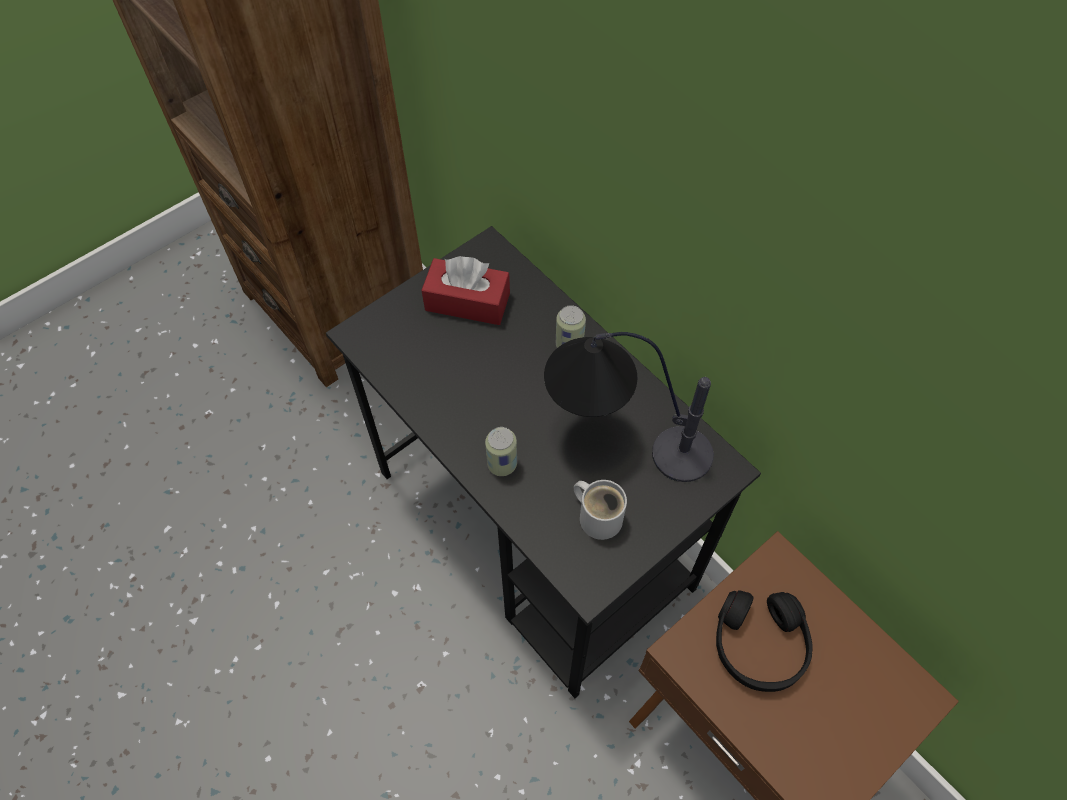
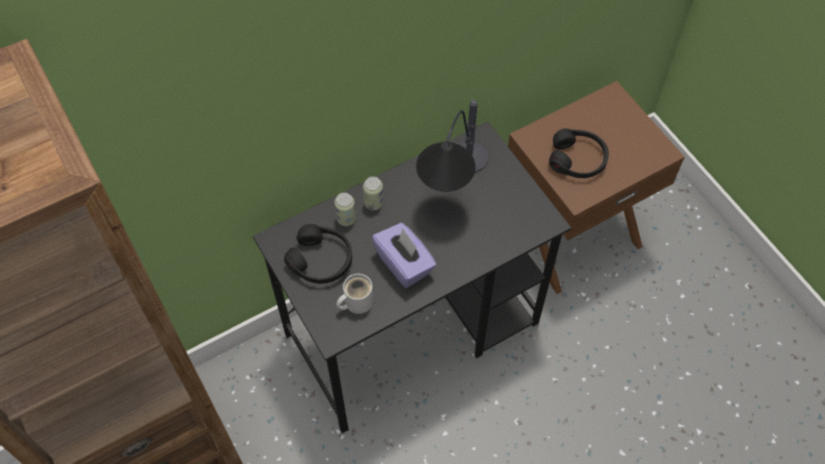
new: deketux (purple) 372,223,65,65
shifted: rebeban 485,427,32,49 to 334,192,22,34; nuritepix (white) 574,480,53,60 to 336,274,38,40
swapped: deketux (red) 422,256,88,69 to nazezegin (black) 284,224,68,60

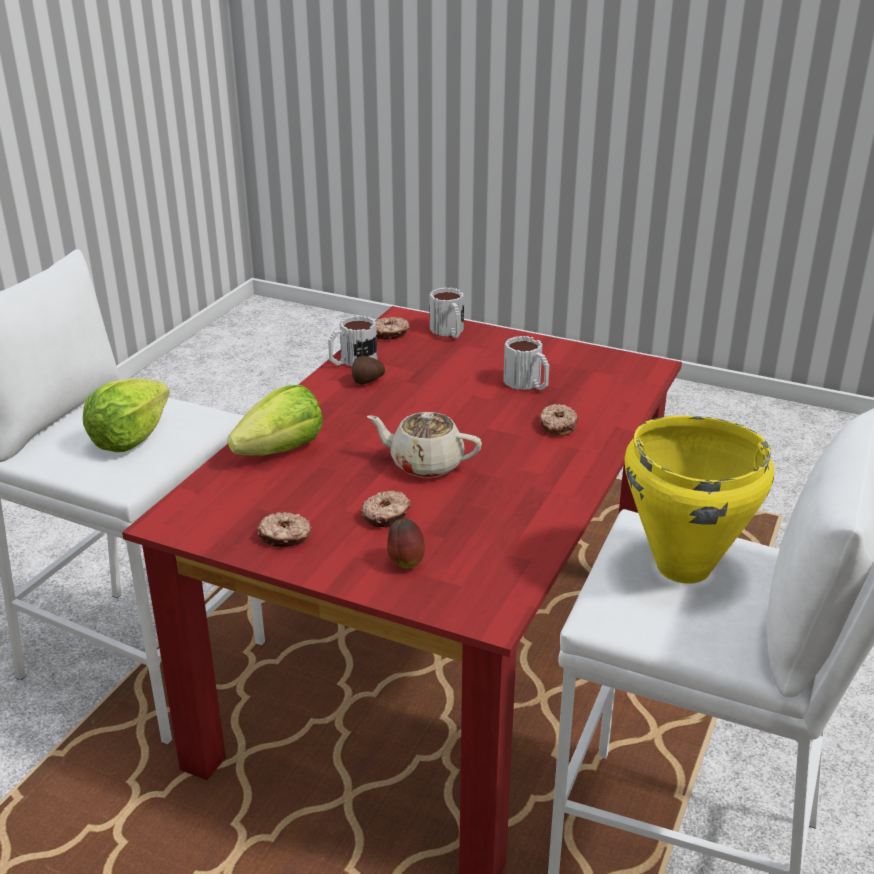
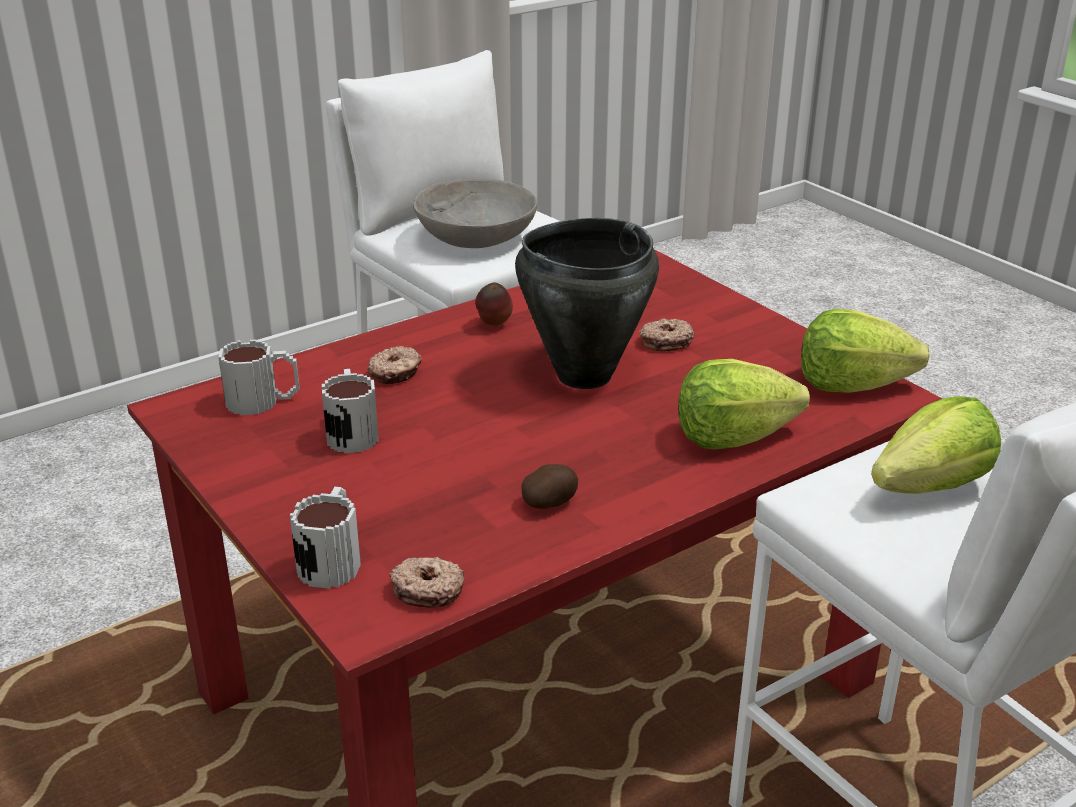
gone: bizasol 257,512,55,35
new: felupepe 801,309,129,84
shifted: nuritepix 328,315,49,51 to 218,340,82,75; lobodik 387,518,38,51 to 475,283,38,43
swapped: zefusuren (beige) 367,412,115,66 to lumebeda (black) 515,218,144,171; lumebeda (yellow) 625,416,149,168 to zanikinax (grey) 413,178,124,70

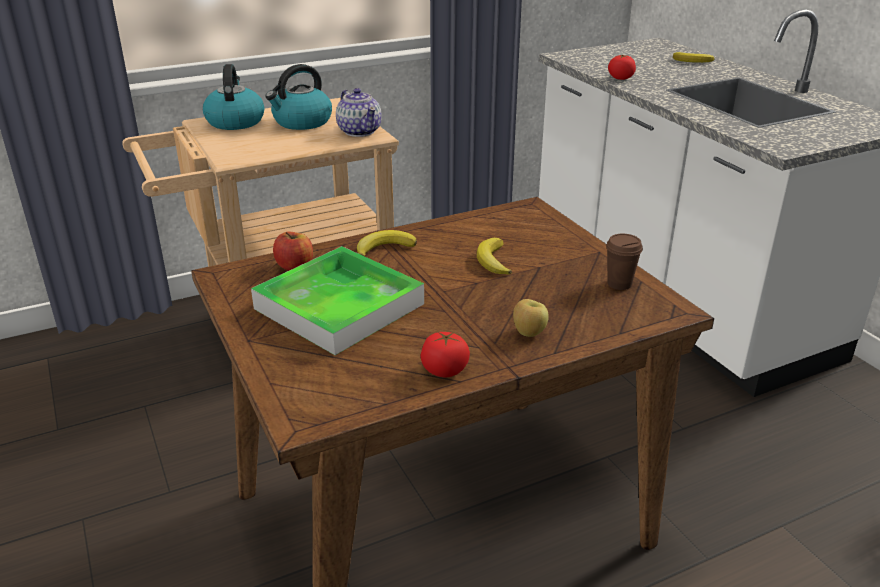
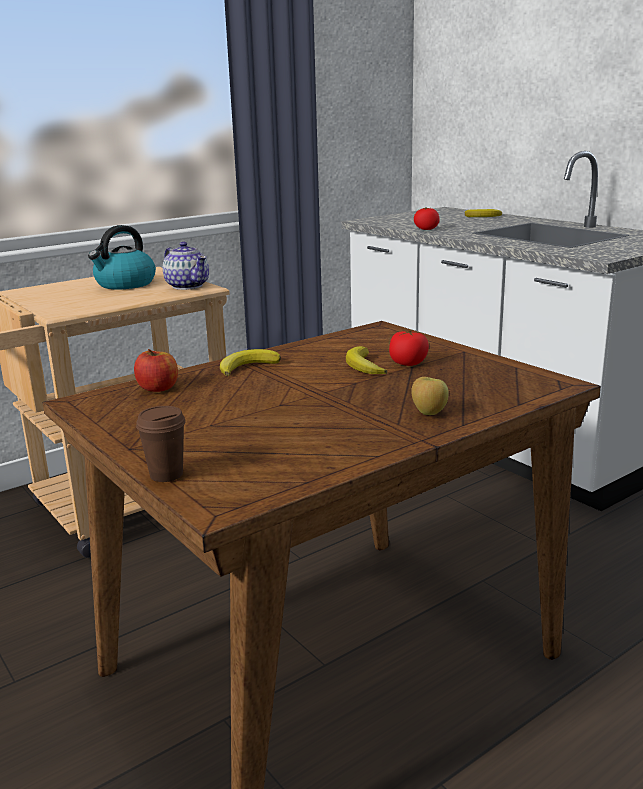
gone: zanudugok 203,64,61,66; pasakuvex 251,246,173,109
shifted: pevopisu 421,332,49,45 to 389,330,40,36; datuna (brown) 606,234,37,56 to 136,406,50,76

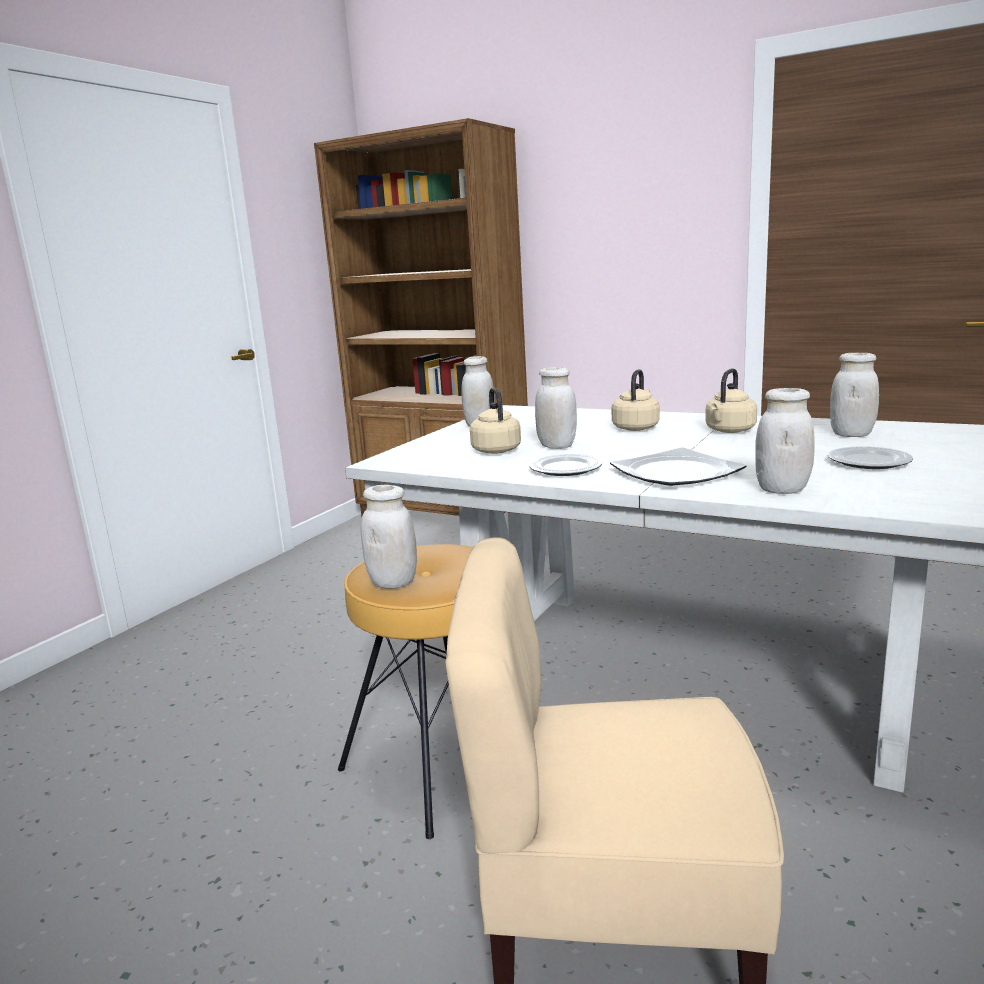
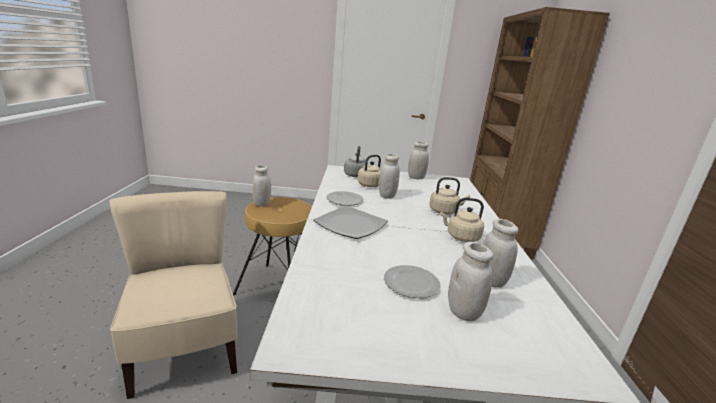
new: zanudugok (grey) 344,146,24,31
shifted: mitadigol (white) 755,388,60,106 to 448,242,46,79

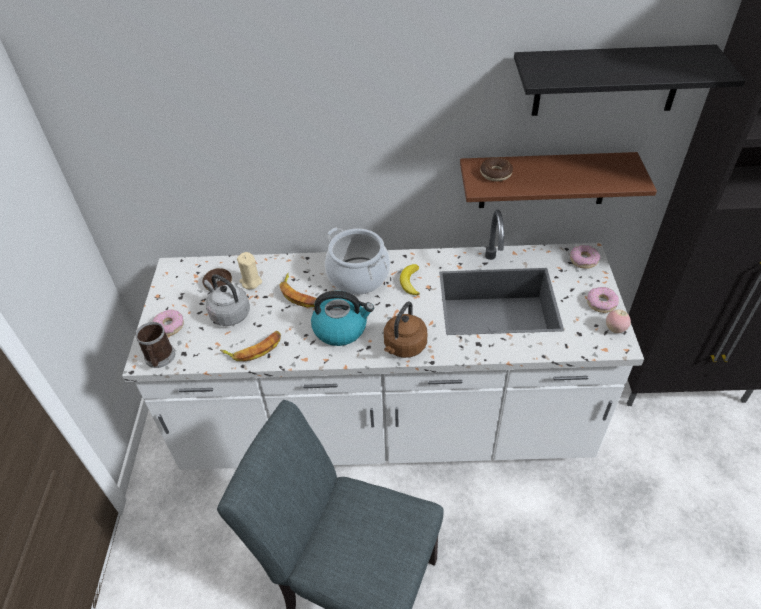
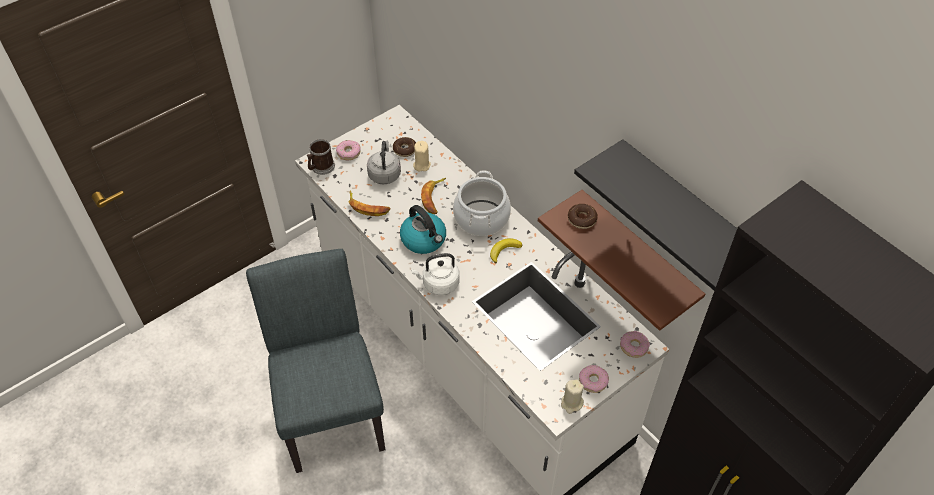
swapped: lobodik 606,309,25,24 to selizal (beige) 561,379,23,35
repainted: zanudugok (brown) 384,301,43,57 to zanudugok (white) 411,253,49,42

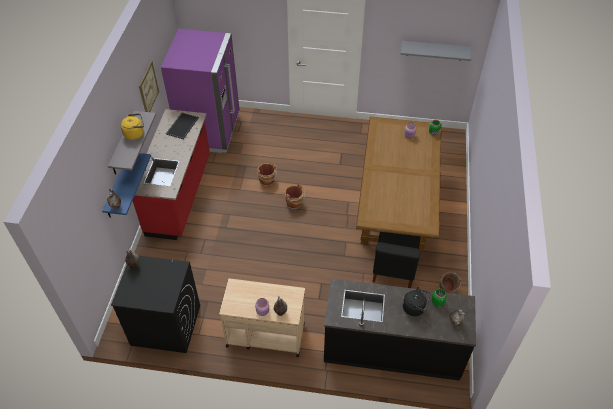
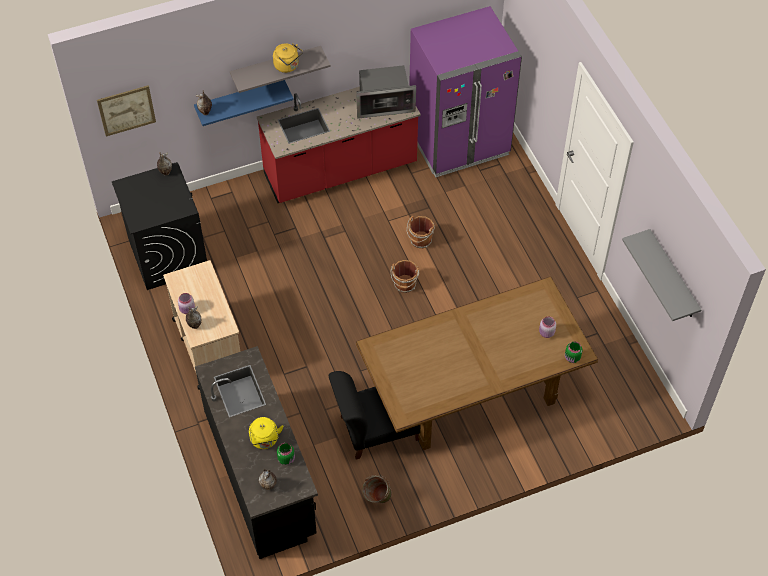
shifted: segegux 139,61,20,51 to 97,85,59,51
swapped: pasakuvex 166,113,33,26 to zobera 356,65,60,54
repainted: zanudugok (black) 403,287,27,29 to zanudugok (yellow) 249,417,34,32

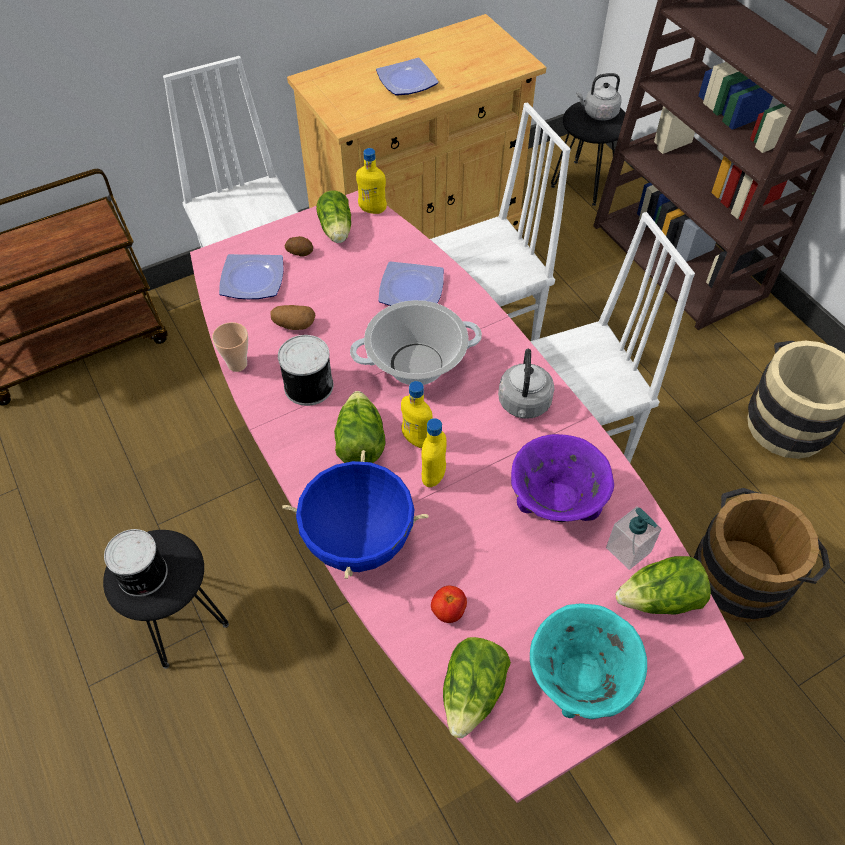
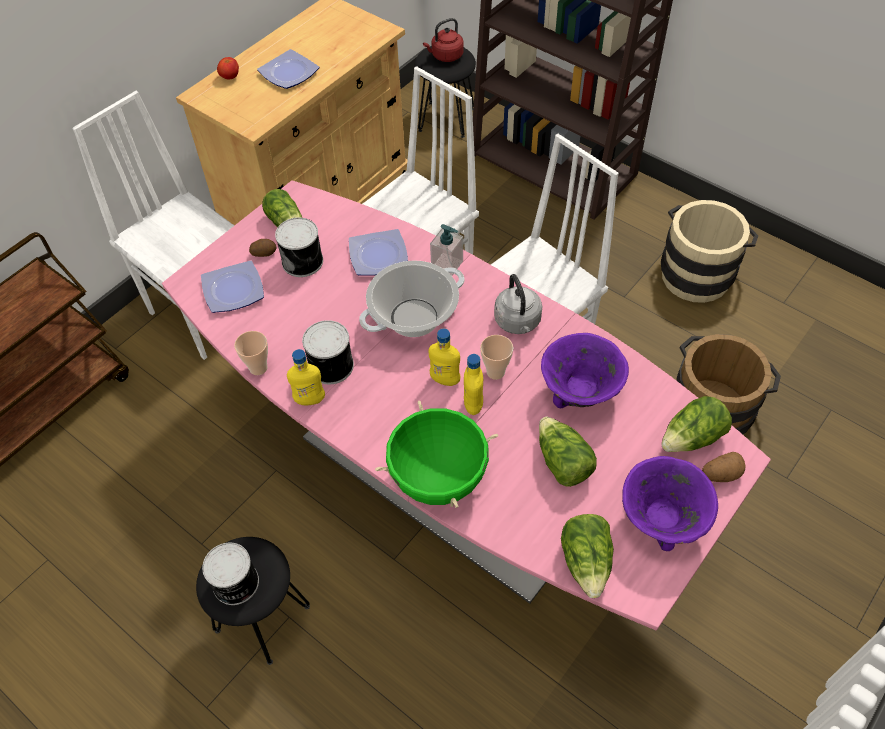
new: rebeban 275,217,48,60; datuna 480,335,33,45
shifted: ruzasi 270,305,45,25 to 702,452,44,30; felupepe 334,391,52,72 to 539,417,58,70; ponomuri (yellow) 356,148,31,66 to 287,349,38,56; pevopisu 431,586,36,37 to 217,57,22,22; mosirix 606,506,56,64 to 430,224,33,52
repainted: lumebeda (blue) 282,450,147,129 to lumebeda (green) 375,401,123,107; zanikinax (turquoise) 530,604,117,115 to zanikinax (purple) 622,456,96,95; zanudugok (grey) 576,73,46,47 to zanudugok (red) 423,18,41,44

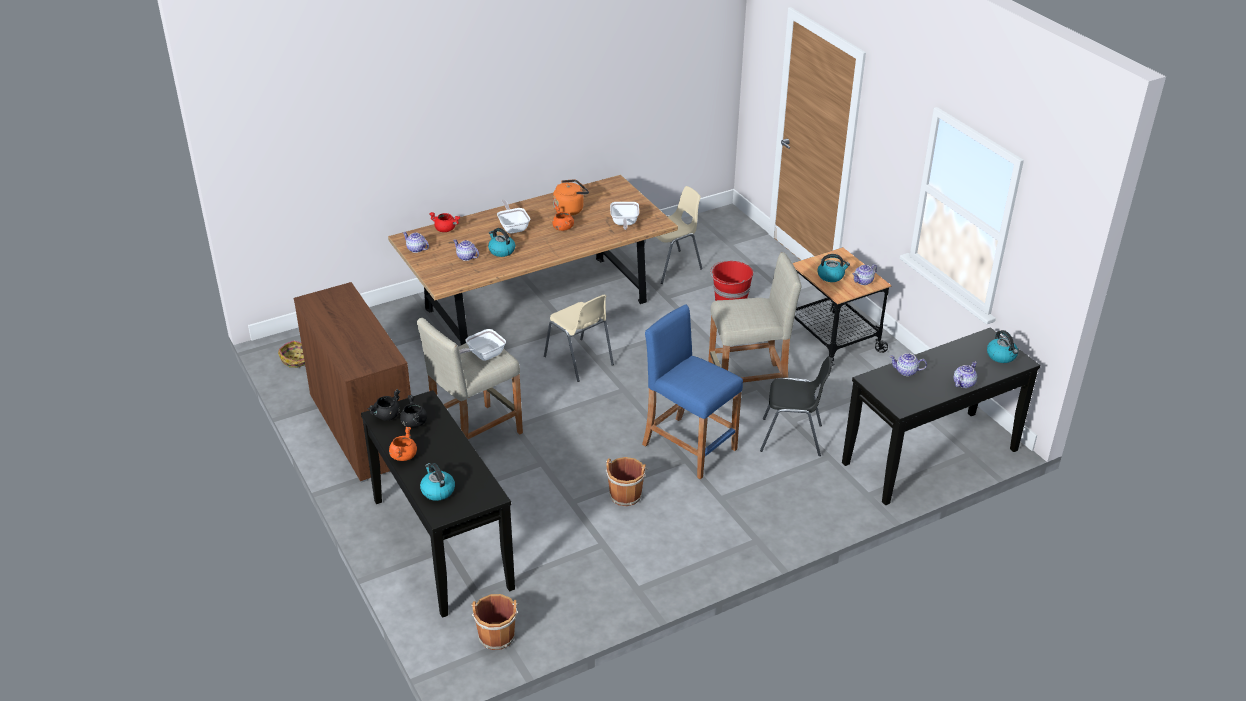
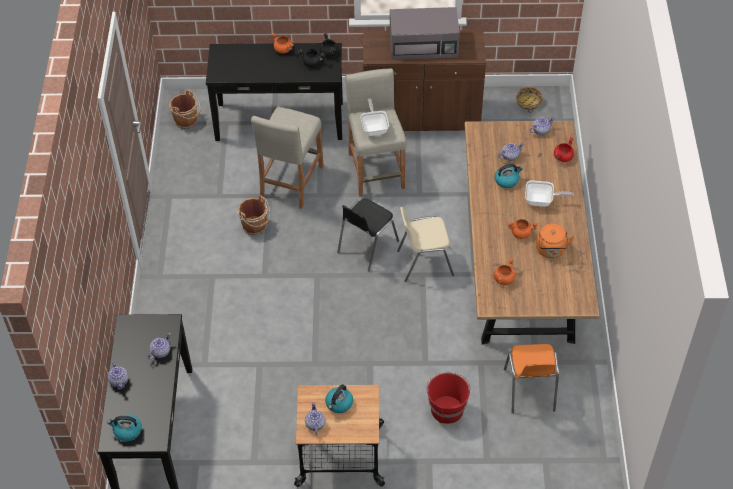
gone: zanudugok 420,463,35,38; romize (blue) 642,304,101,175
new: zobera (grey) 390,7,70,53
shifted: romize (beige) 708,252,93,130 to 251,107,73,102; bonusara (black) 760,357,71,99 to 337,198,62,73
swapped: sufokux 610,202,29,28 to lumebeda (orange) 494,258,21,27
repainted: bonusara (beige) 644,186,59,98 to bonusara (orange) 504,344,55,70

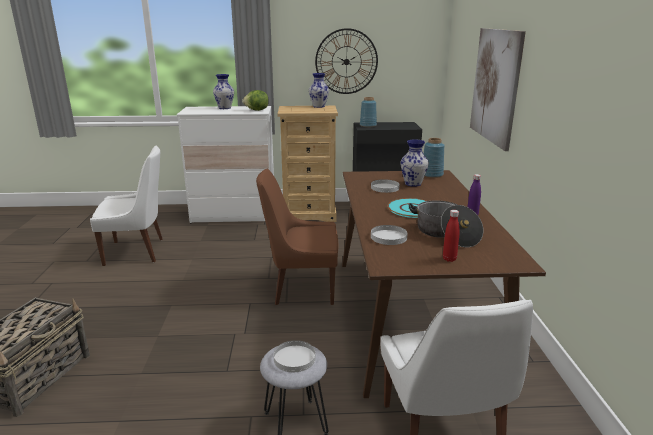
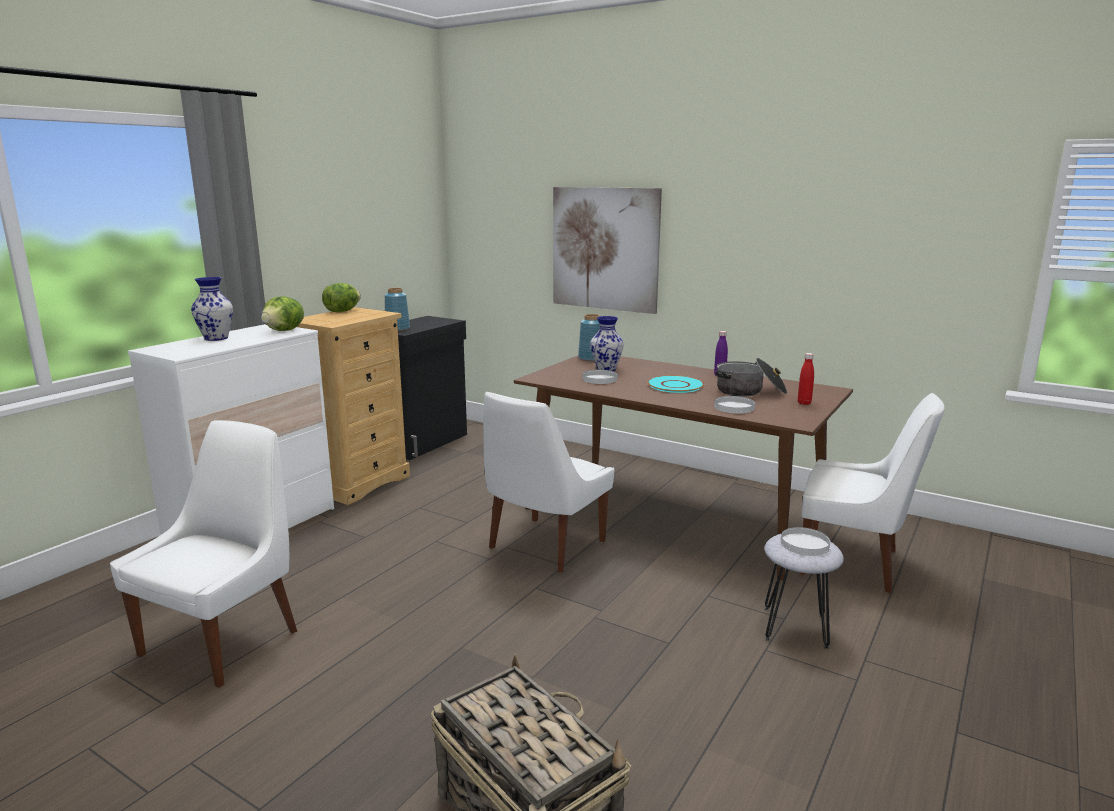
gone: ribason 315,28,63,66
swapped: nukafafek 309,73,20,35 to felupepe 322,283,39,29
repainted: bonusara (brown) 256,168,82,137 to bonusara (white) 483,392,131,181

